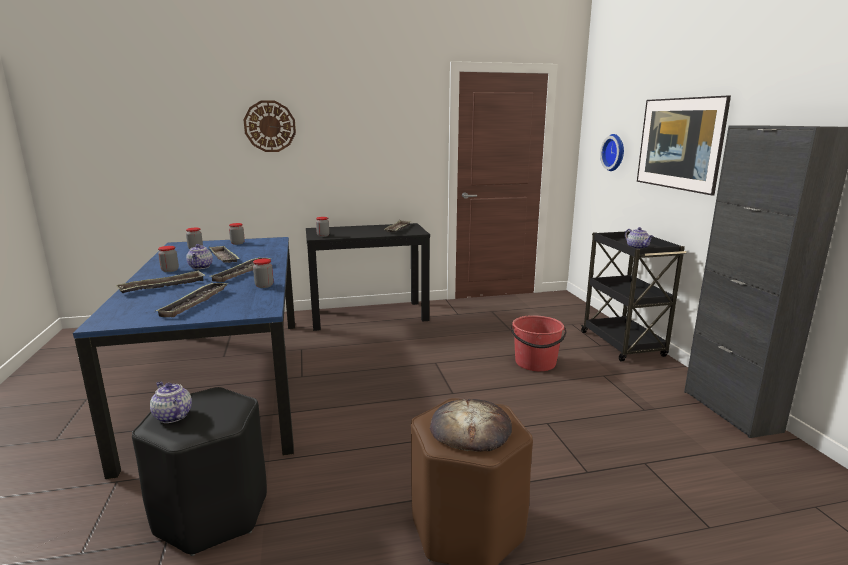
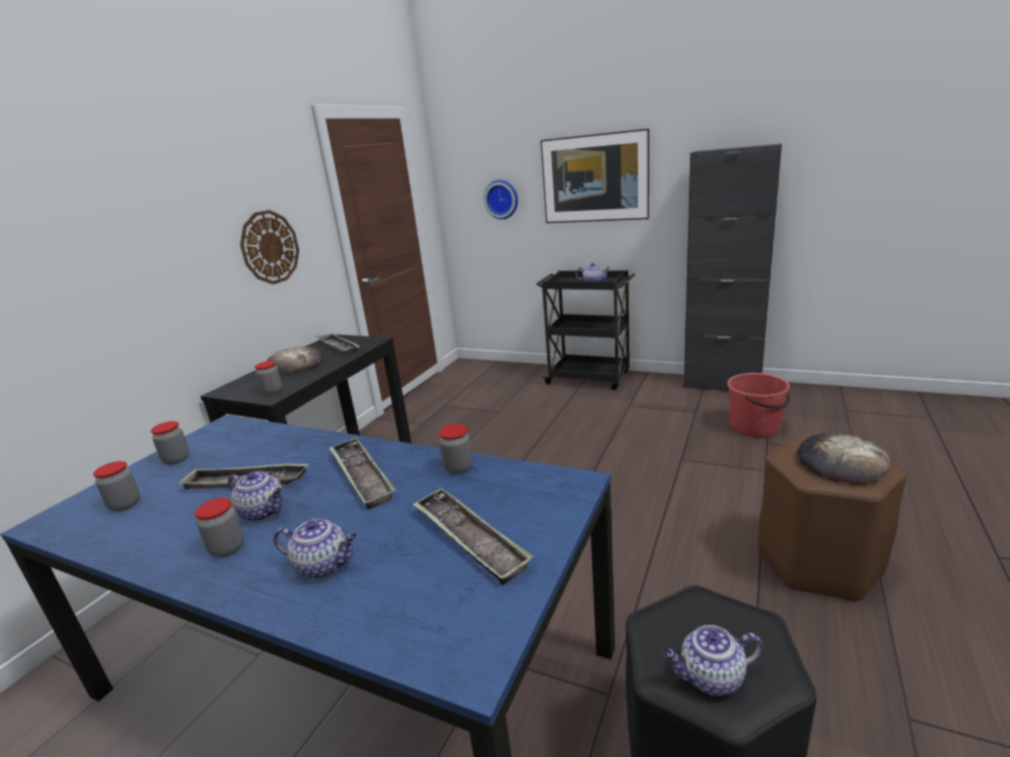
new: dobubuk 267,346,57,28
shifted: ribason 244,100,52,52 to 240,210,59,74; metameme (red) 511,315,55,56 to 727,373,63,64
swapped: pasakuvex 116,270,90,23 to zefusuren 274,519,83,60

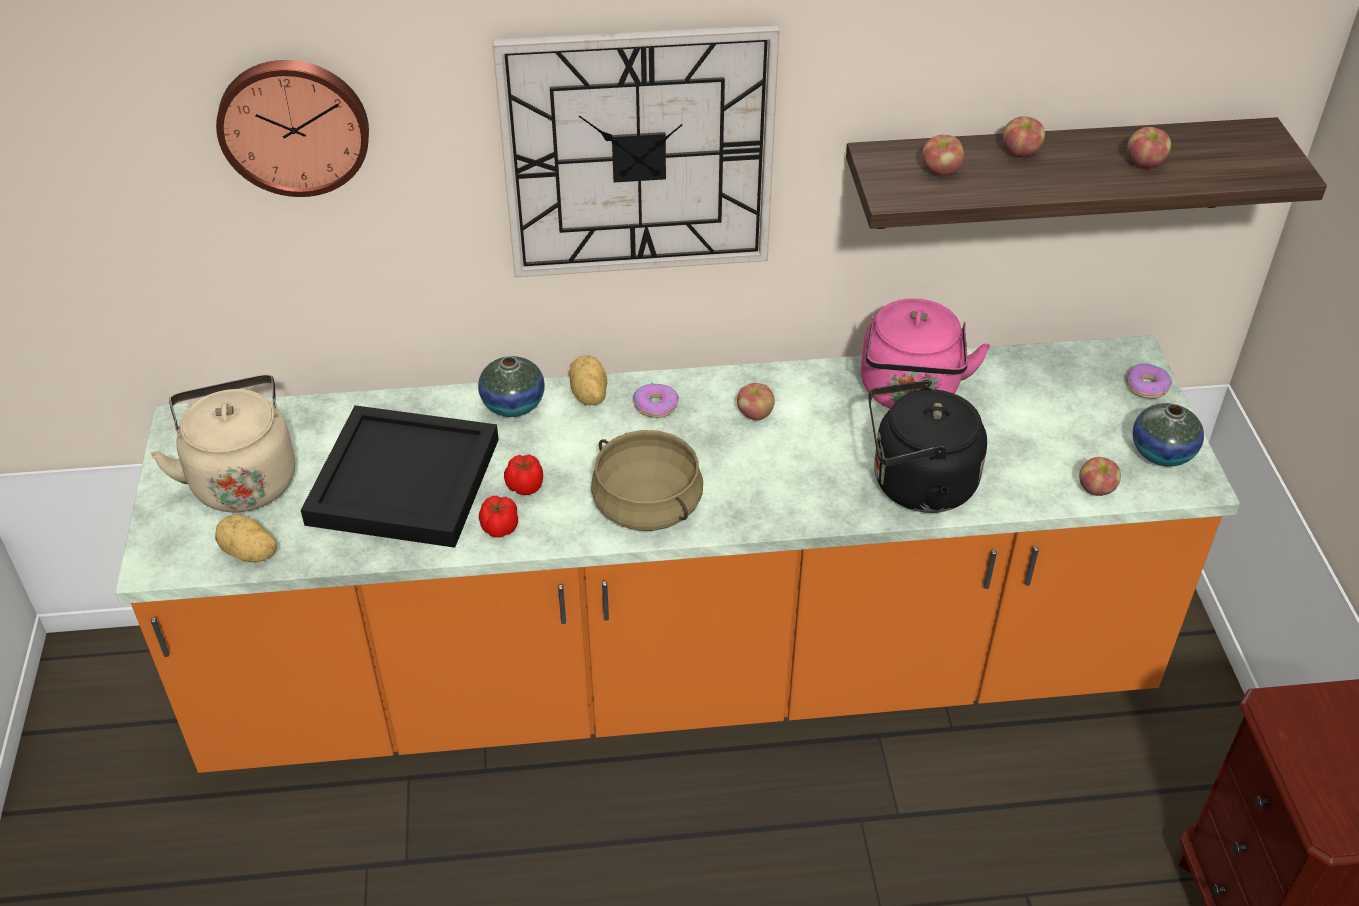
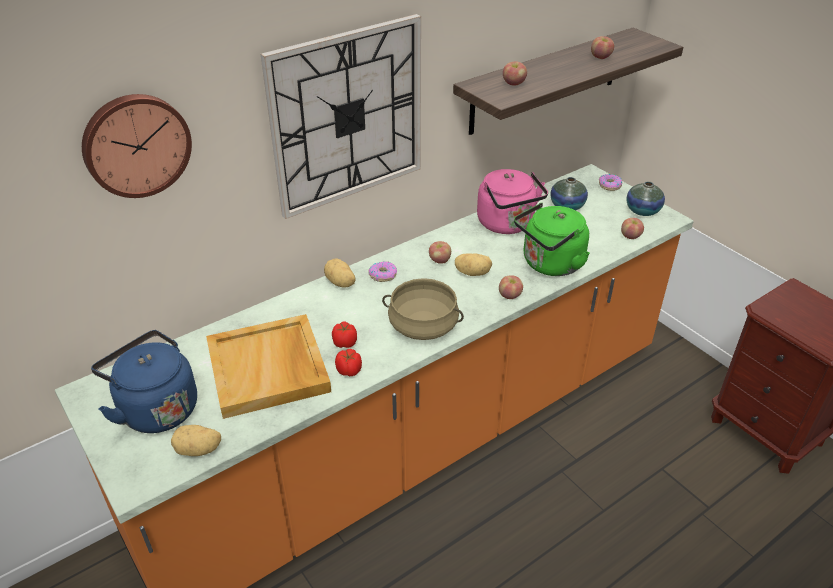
new: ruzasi 455,254,37,22
shifted: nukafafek 478,356,67,61 to 550,177,38,33; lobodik 1003,116,42,41 to 499,275,24,24
repainted: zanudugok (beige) 150,375,145,138 to zanudugok (blue) 91,330,106,103; pasakuvex (black) 301,405,198,143 to pasakuvex (beige) 206,314,125,105; zanudugok (black) 868,380,119,133 to zanudugok (green) 514,203,76,73

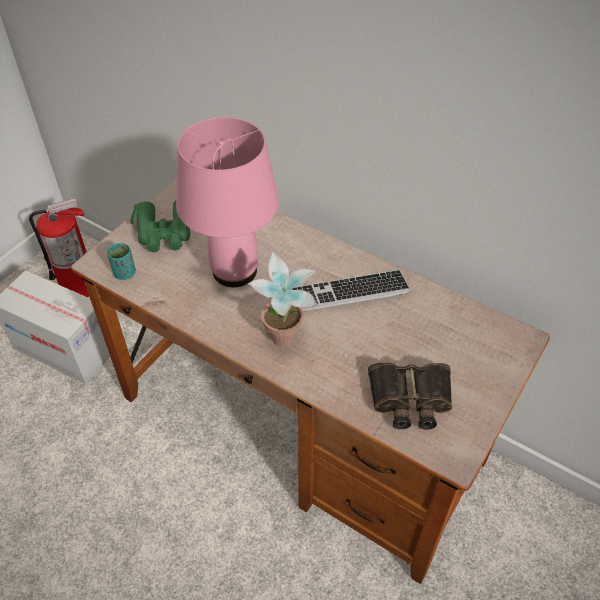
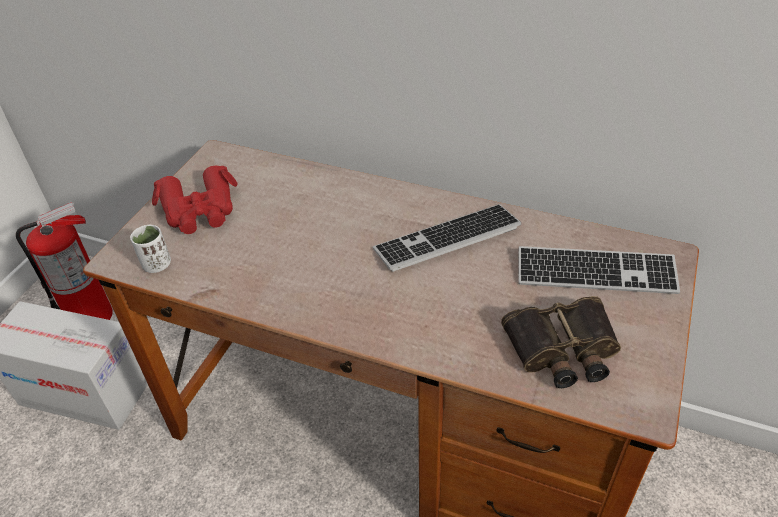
gone: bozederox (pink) 176,117,103,170; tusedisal 248,251,70,96
new: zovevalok 518,246,162,48
repainted: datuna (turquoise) 107,243,29,37 to datuna (white) 130,225,41,48; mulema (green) 130,200,60,52 to mulema (red) 152,165,86,69

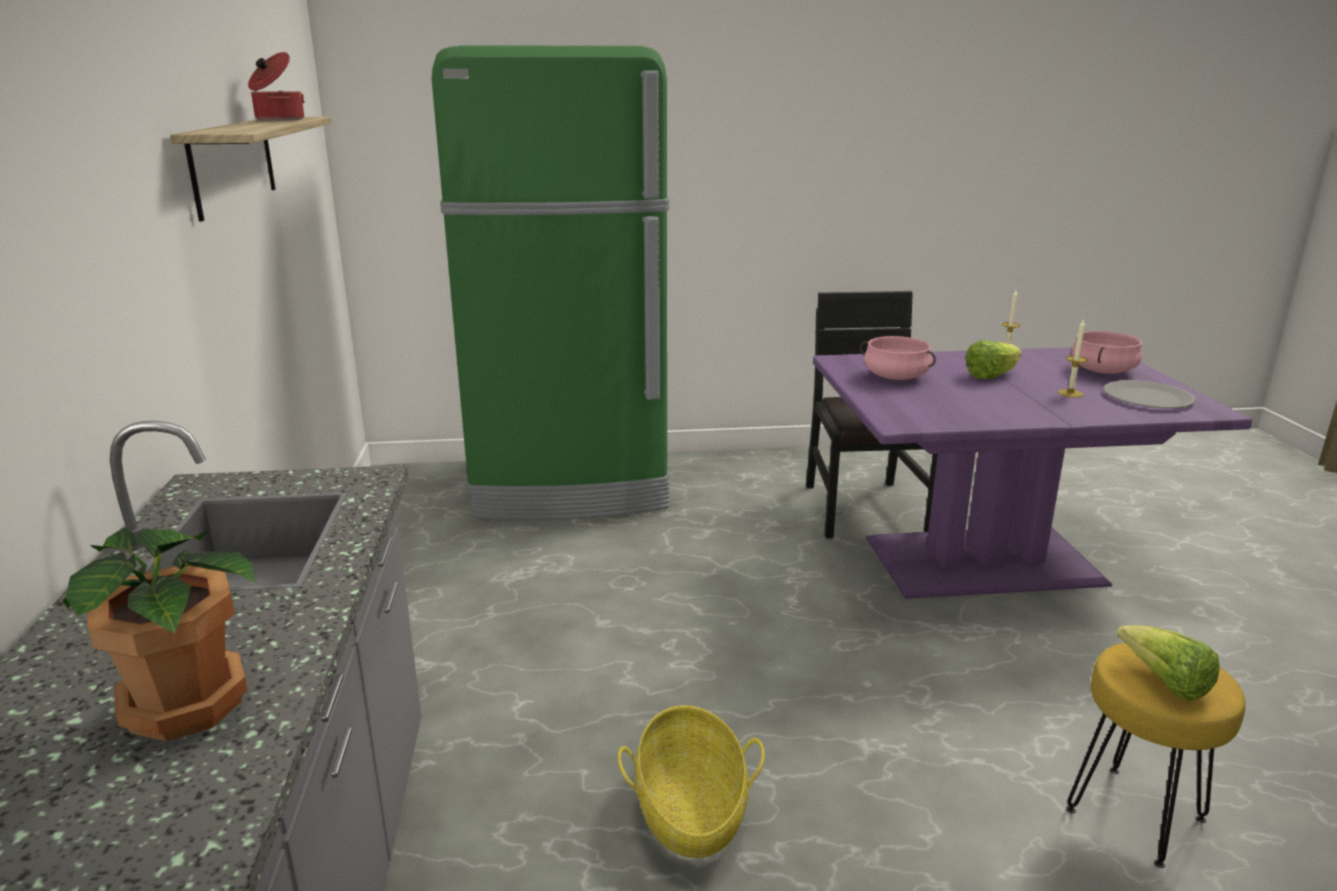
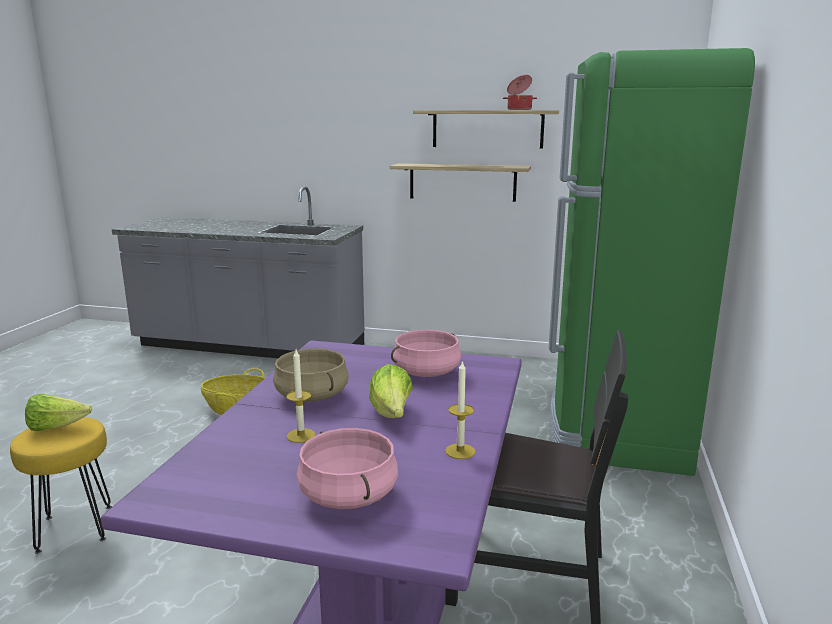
gone: tusedisal 63,527,192,214; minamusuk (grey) 1103,380,93,28
new: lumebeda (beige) 273,348,76,54; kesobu 390,163,141,39

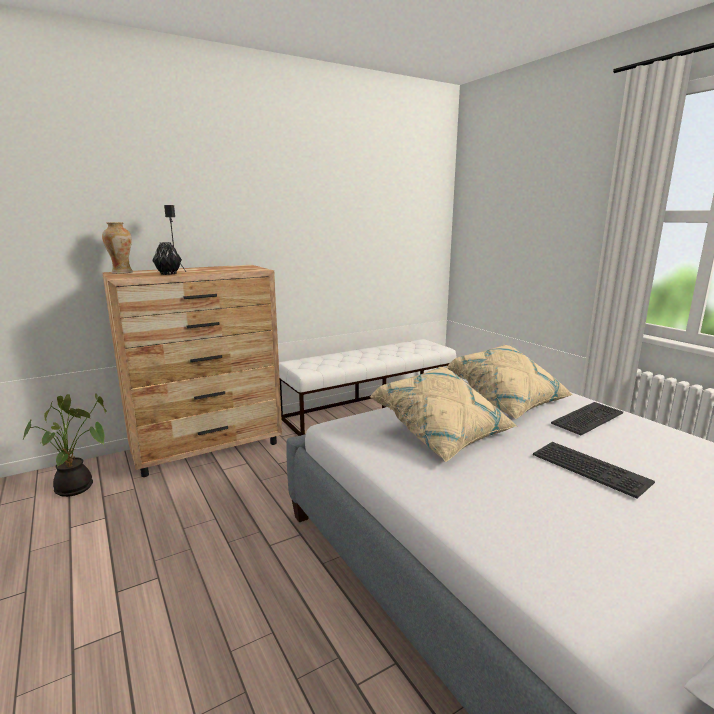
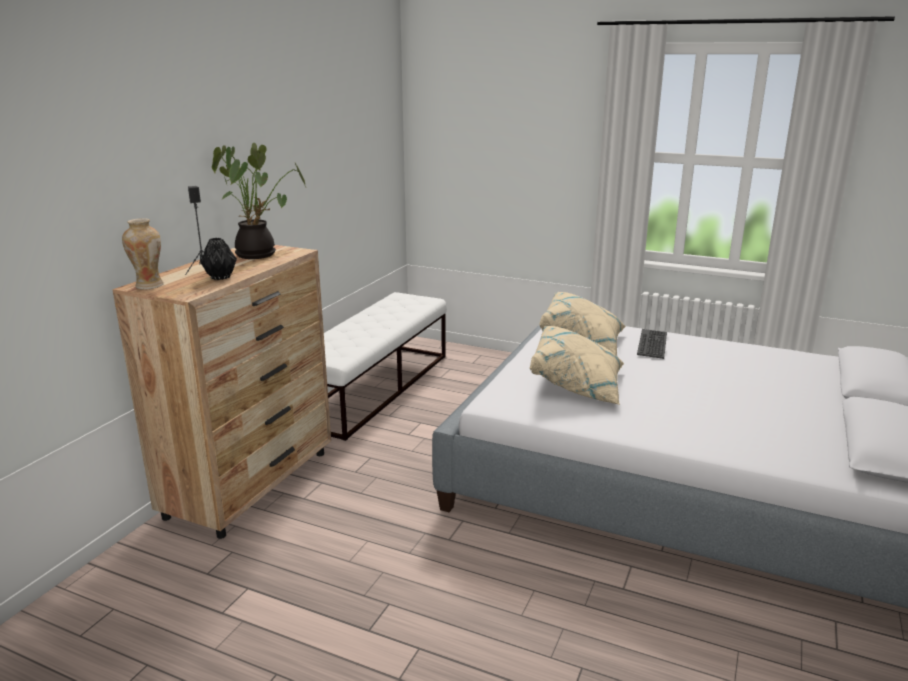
gone: zovevalok 533,442,122,57
shifted: tusedisal 23,393,84,104 to 212,143,94,116

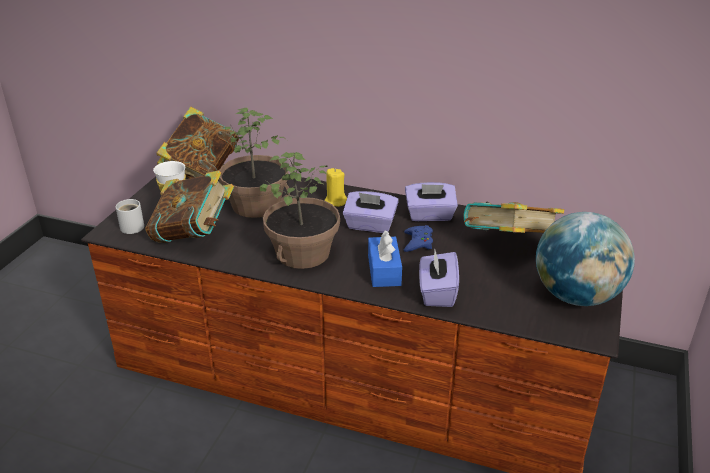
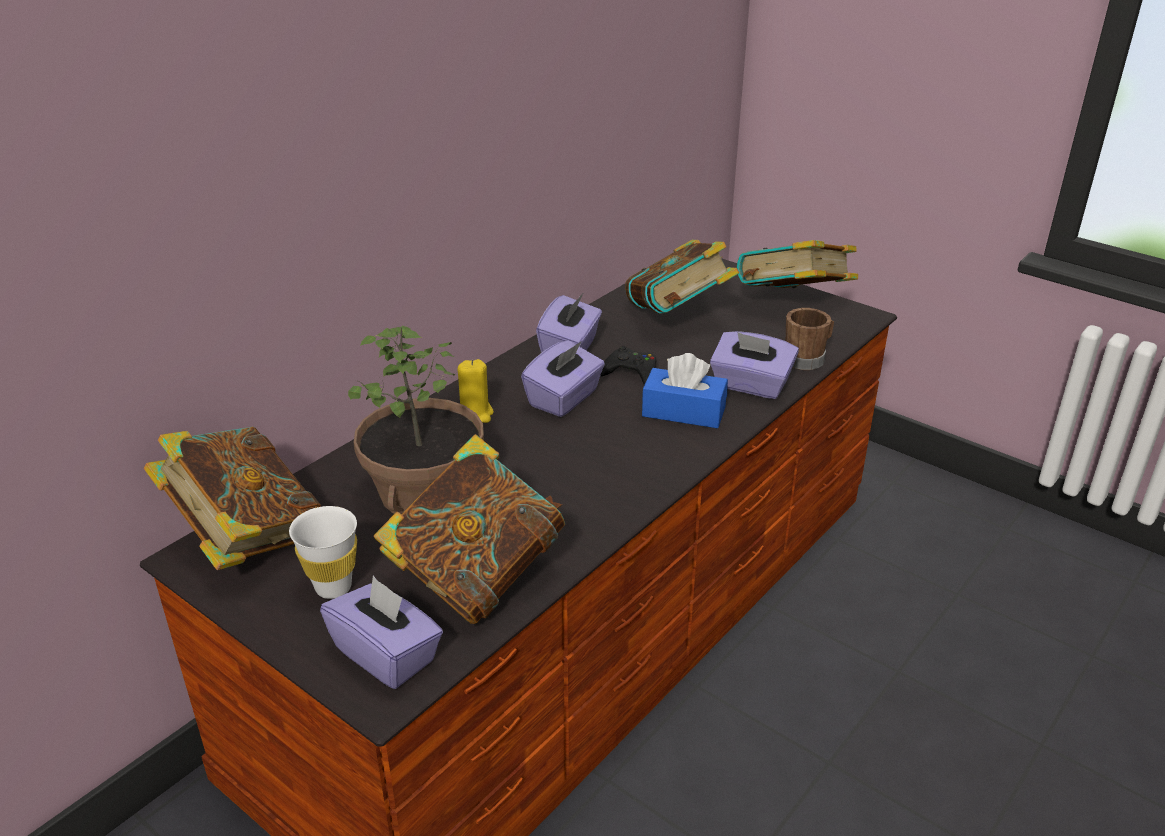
gone: tusedisal 260,152,80,117
new: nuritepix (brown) 785,308,49,62
swapped: nuritepix (white) 116,199,28,35 to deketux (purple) 320,576,123,113; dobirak 536,212,99,94 to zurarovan 737,240,121,48
repainted: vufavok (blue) 404,225,29,27 to vufavok (black) 600,346,56,39

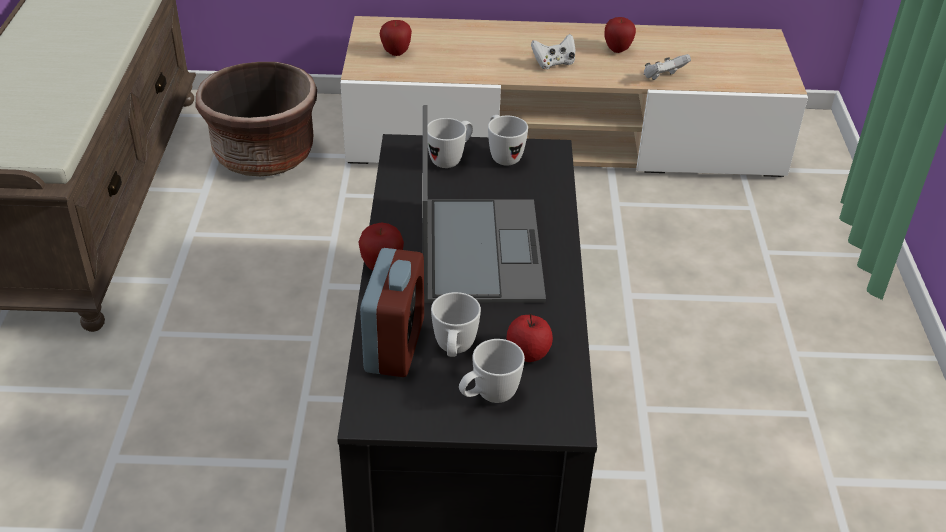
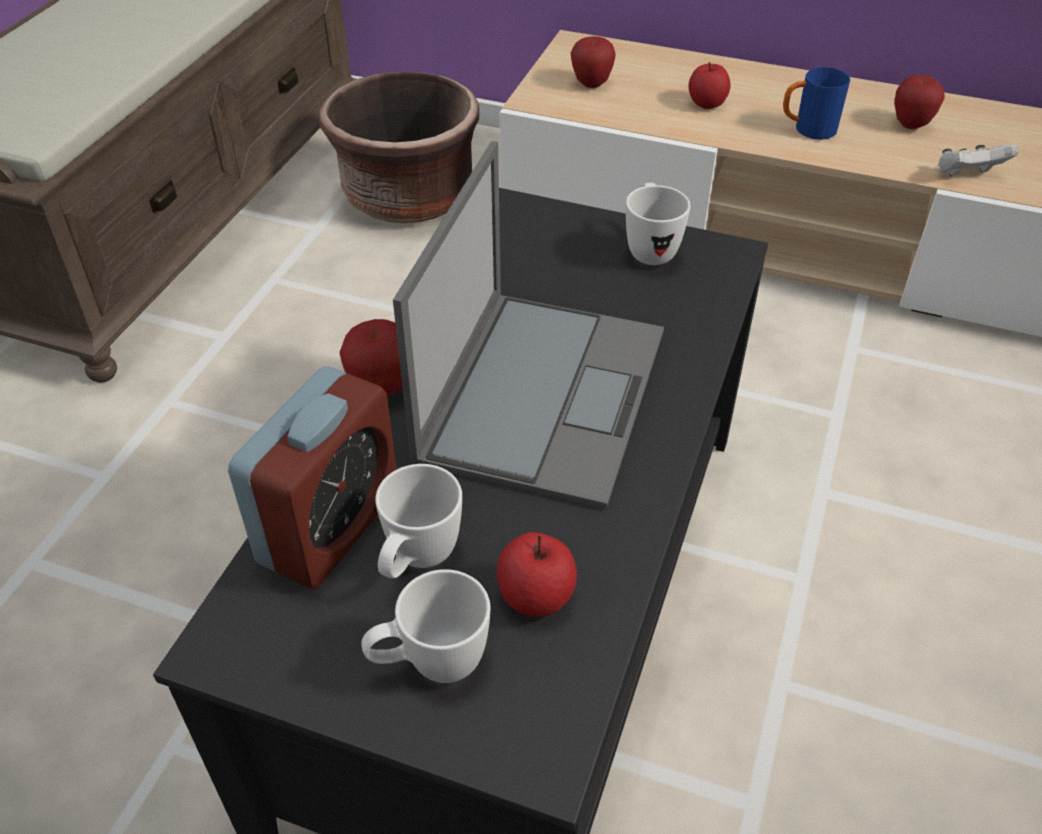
gone: nuritepix (white) 428,118,45,50
new: lobodik 688,62,43,47
swapped: vufavok (white) 531,34,44,35 to nuritepix (blue) 783,67,67,73

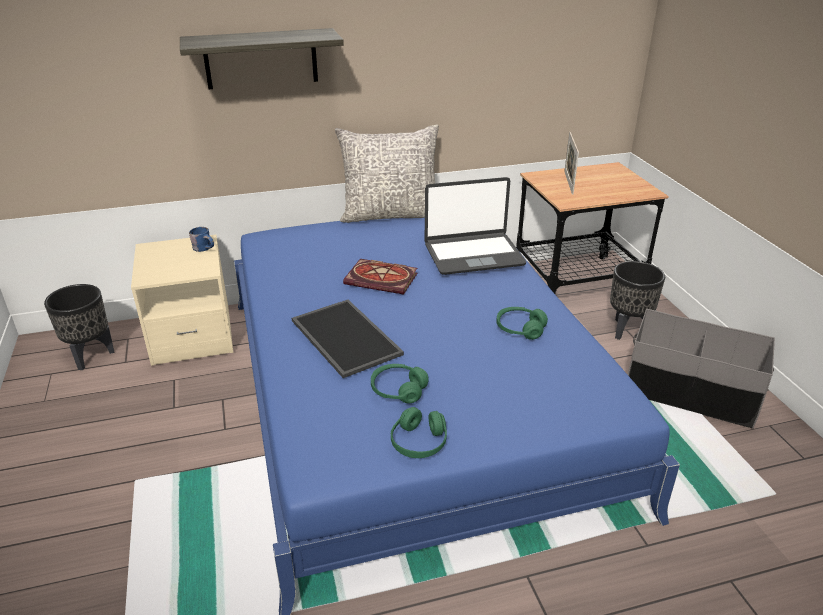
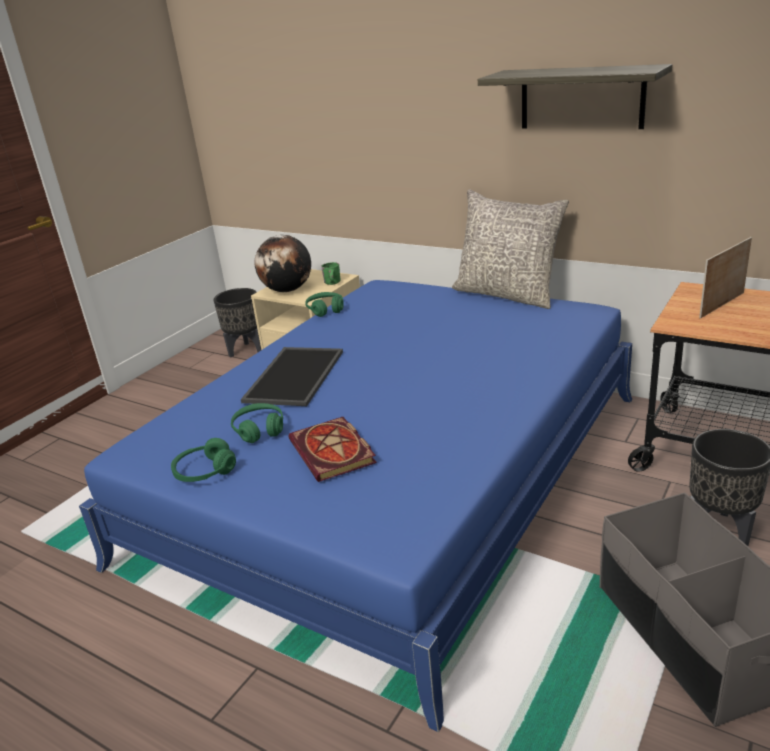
gone: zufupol 425,177,101,98
new: dobirak 254,235,57,57
shifted: kesobu 180,28,164,61 to 478,64,194,65; zurarovan 343,259,75,36 to 288,417,89,65; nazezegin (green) 496,307,52,33 to 305,292,38,25
repainted: nuritepix (blue) 189,227,25,25 to nuritepix (green) 321,262,20,23

